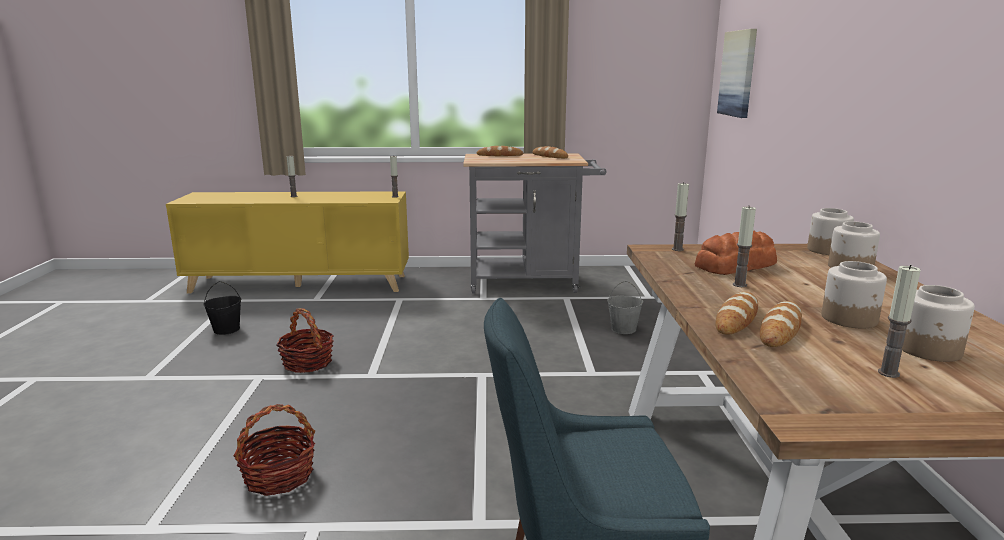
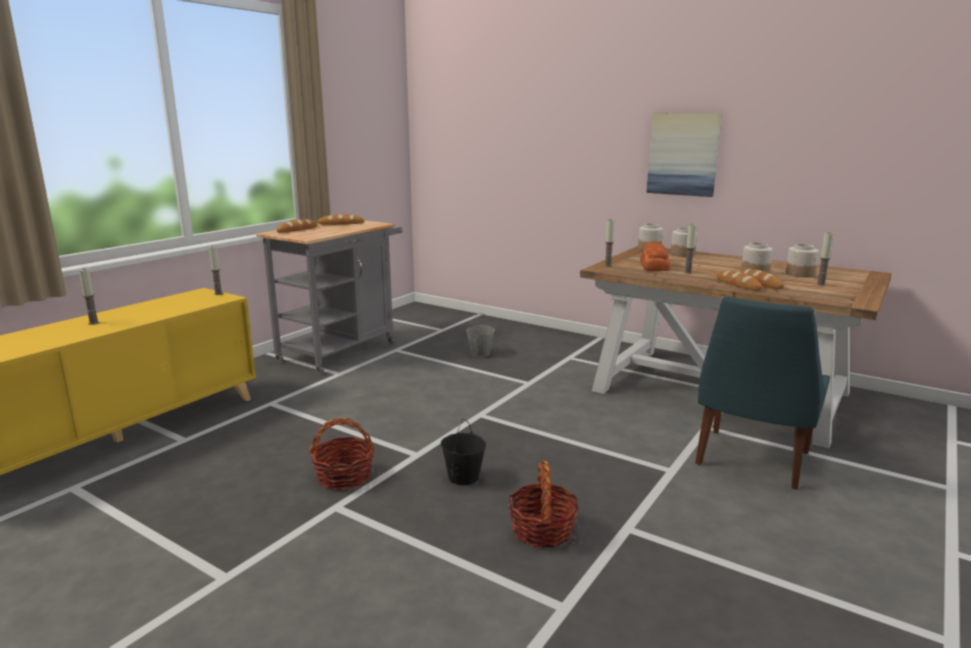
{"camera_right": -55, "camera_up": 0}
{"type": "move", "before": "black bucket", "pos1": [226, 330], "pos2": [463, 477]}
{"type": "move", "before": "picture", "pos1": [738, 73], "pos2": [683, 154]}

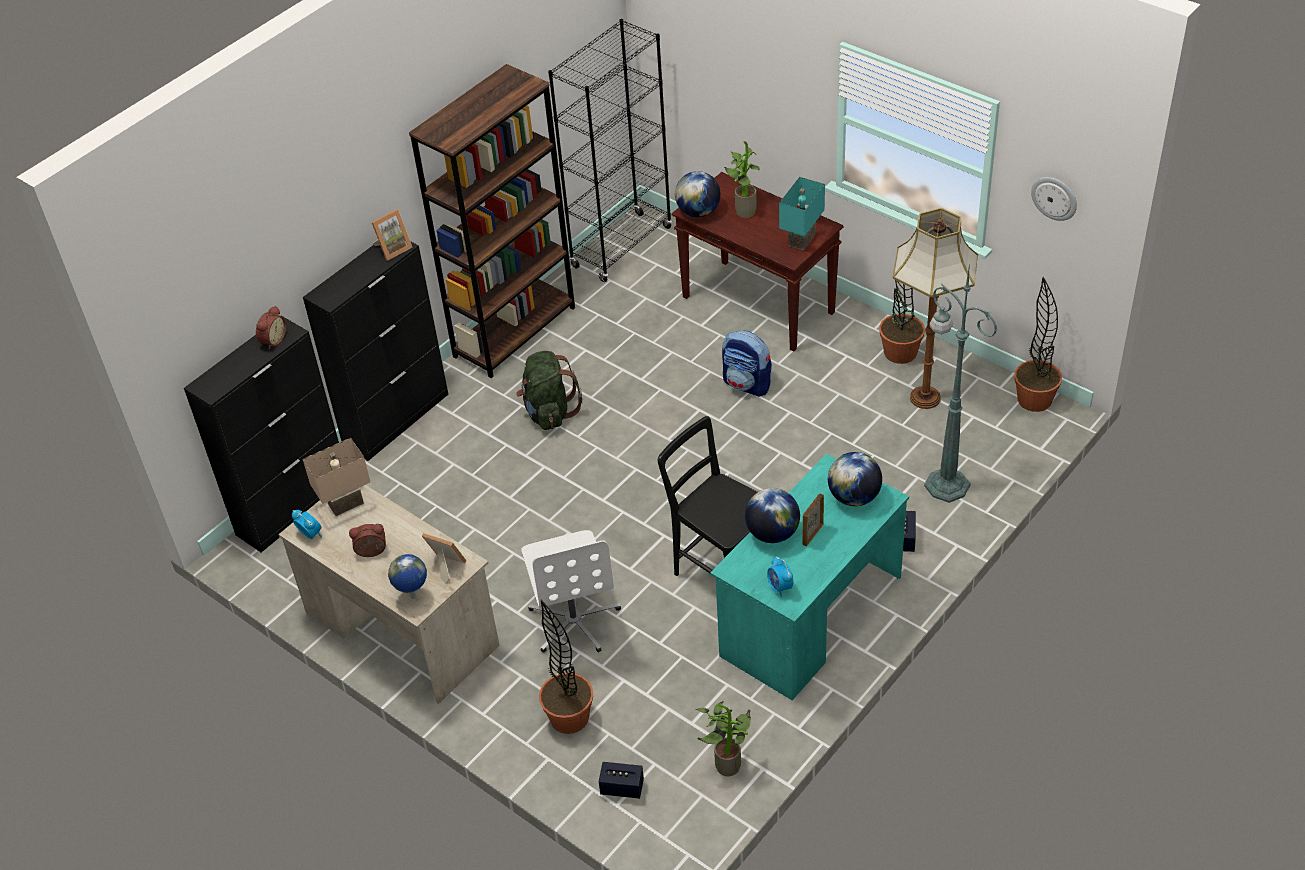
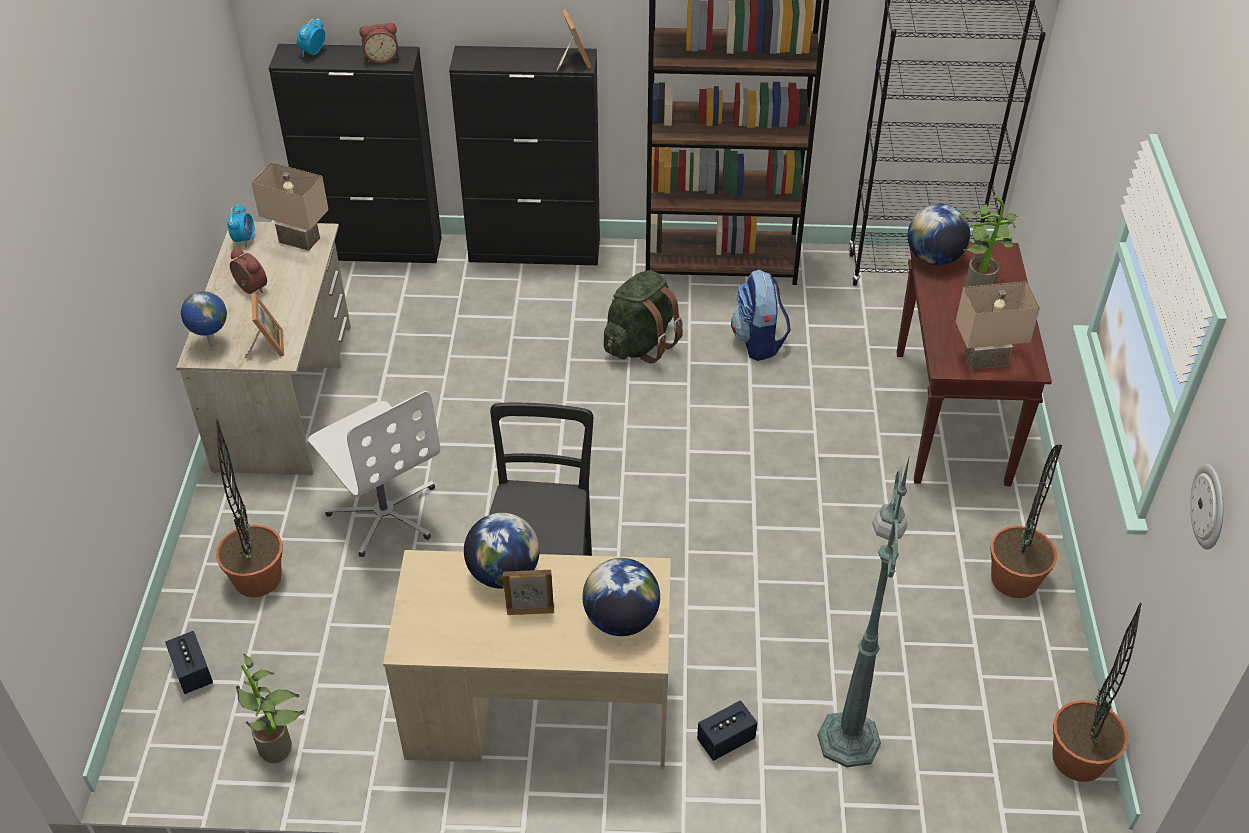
{"camera_right": 50, "camera_up": 0}
{"type": "delete", "before": "floor lamp", "pos1": [924, 397]}
{"type": "move", "before": "backpack", "pos1": [747, 384], "pos2": [758, 342]}
{"type": "move", "before": "alarm clock", "pos1": [780, 587], "pos2": [313, 53]}
{"type": "recolor", "before": "turquoise desk", "after": "beige desk", "pos1": [811, 616], "pos2": [538, 712]}
{"type": "recolor", "before": "turquoise table lamp", "after": "beige table lamp", "pos1": [800, 239], "pos2": [985, 358]}
{"type": "rotate", "before": "picture frame", "pos1": [393, 249], "pos2": [572, 61], "turn": -120}
{"type": "rotate", "before": "white office chair", "pos1": [574, 620], "pos2": [385, 513], "turn": -75}

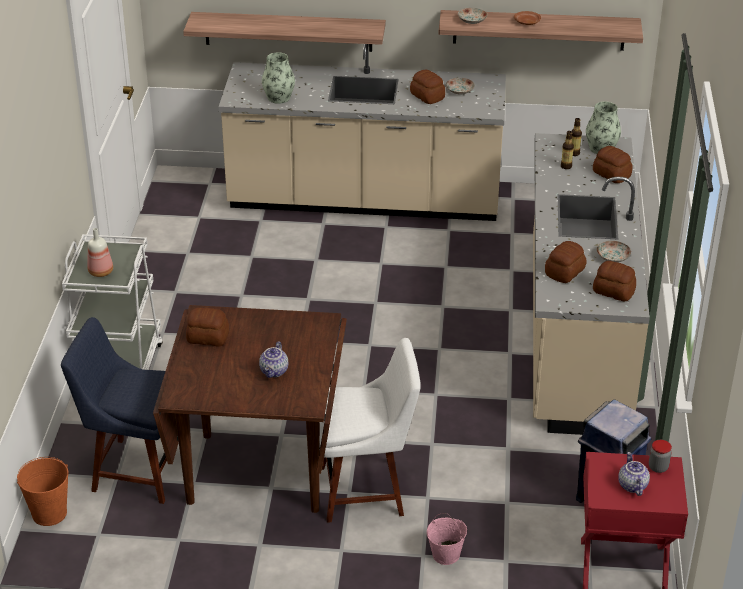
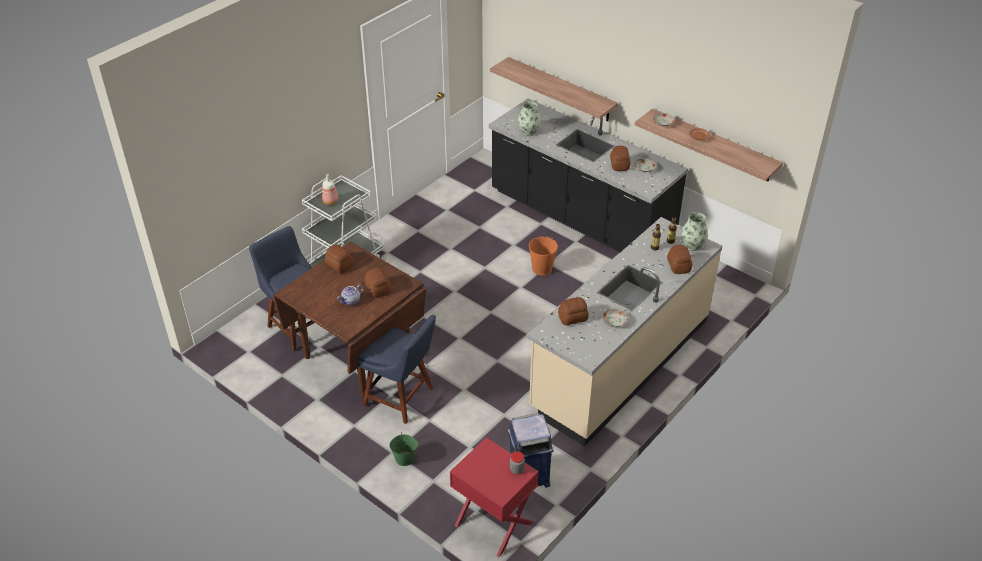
{"camera_right": 35, "camera_up": 5}
{"type": "delete", "before": "teapot", "pos1": [631, 485]}
{"type": "move", "before": "orange bucket", "pos1": [49, 513], "pos2": [542, 269]}
{"type": "move", "before": "bread", "pos1": [613, 291], "pos2": [378, 288]}
{"type": "recolor", "before": "beige counter", "after": "black counter", "pos1": [364, 200], "pos2": [580, 218]}
{"type": "recolor", "before": "white chair", "after": "blue chair", "pos1": [366, 490], "pos2": [401, 398]}
{"type": "recolor", "before": "pink bucket", "after": "green bucket", "pos1": [446, 554], "pos2": [405, 459]}

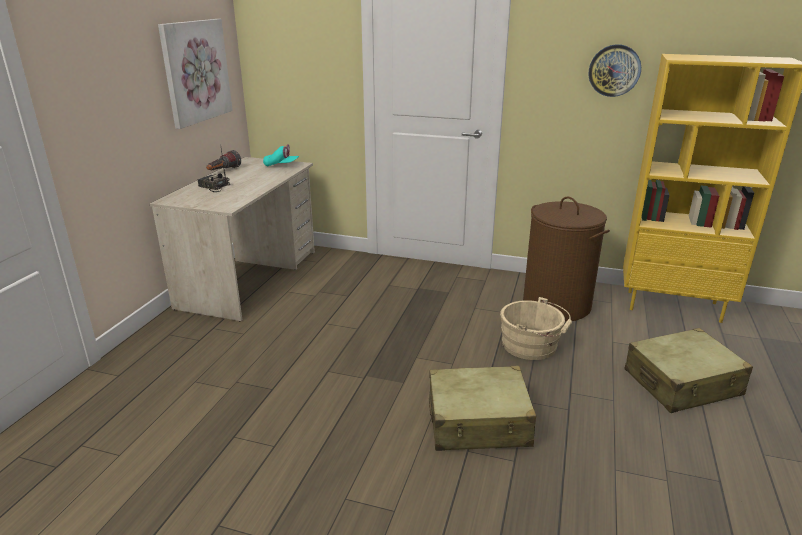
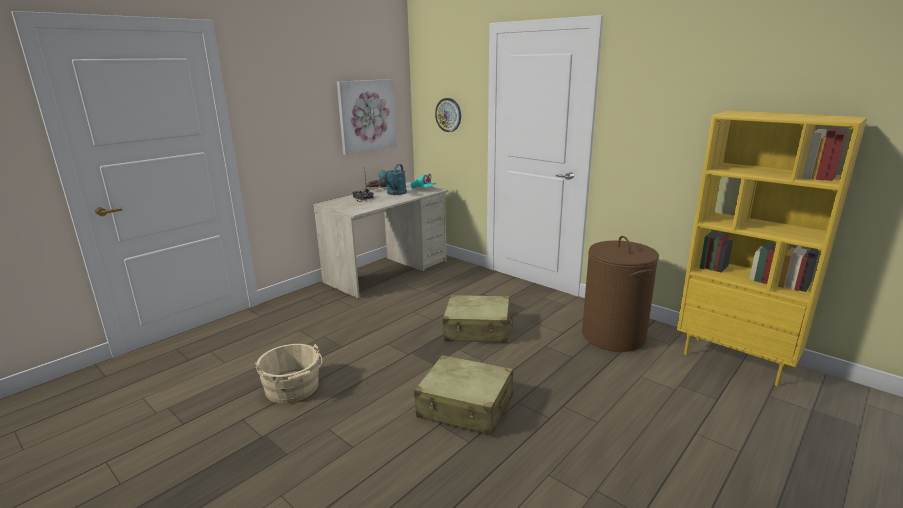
{"camera_right": 25, "camera_up": -5}
{"type": "insert", "after": "turquoise watering can", "pos2": [395, 193]}
{"type": "move", "before": "beige bucket", "pos1": [532, 346], "pos2": [293, 389]}
{"type": "move", "before": "wall clock", "pos1": [614, 70], "pos2": [448, 115]}
{"type": "move", "before": "beige suitcase", "pos1": [682, 383], "pos2": [478, 329]}

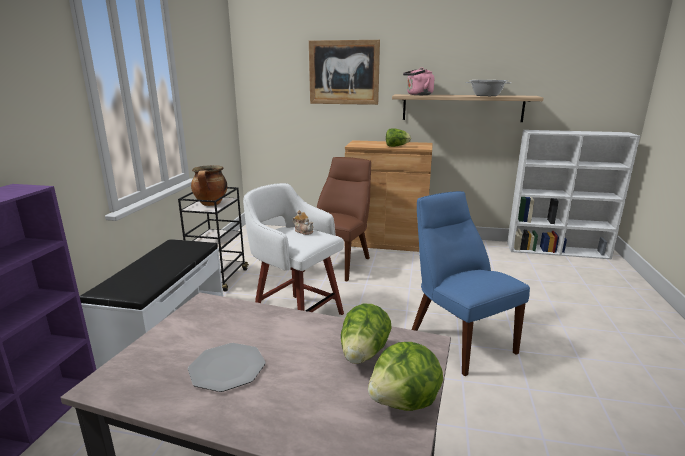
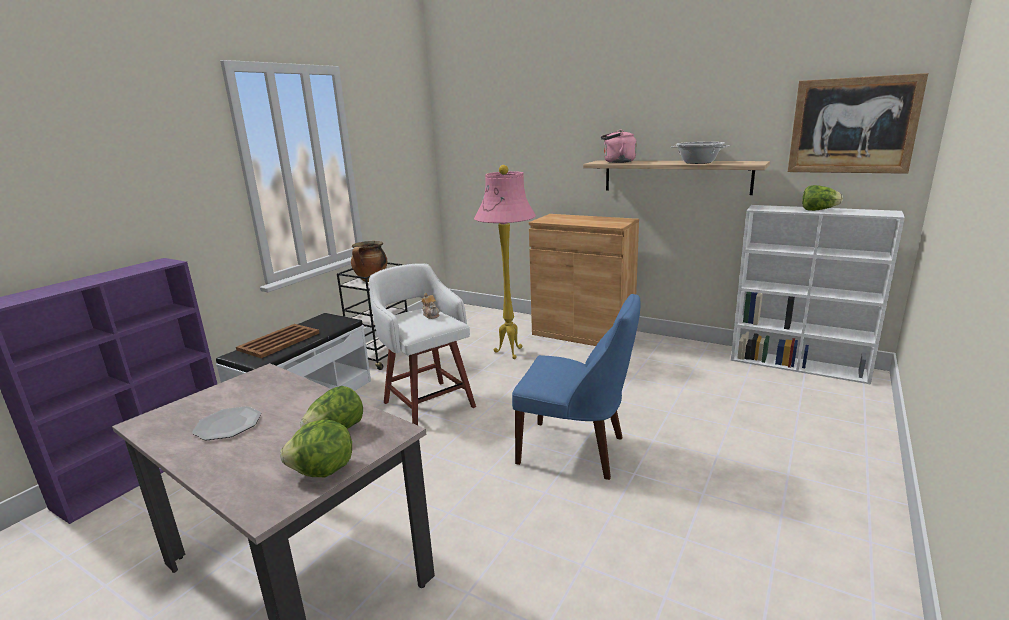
{"camera_right": 20, "camera_up": 0}
{"type": "insert", "after": "brown tray", "pos2": [280, 341]}
{"type": "move", "before": "picture", "pos1": [344, 72], "pos2": [852, 126]}
{"type": "move", "before": "lettuce", "pos1": [396, 146], "pos2": [818, 210]}
{"type": "replace", "before": "brown chair", "after": "pink floor lamp", "pos1": [339, 263], "pos2": [511, 353]}
{"type": "rotate", "before": "blue chair", "pos1": [458, 339], "pos2": [576, 451], "turn": 120}

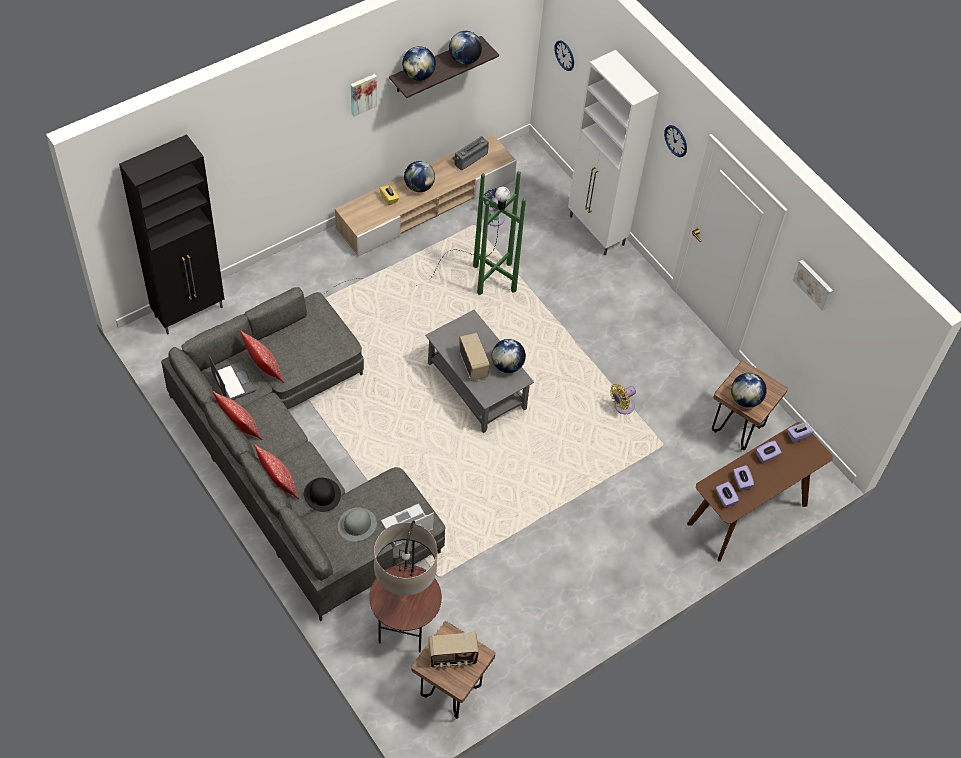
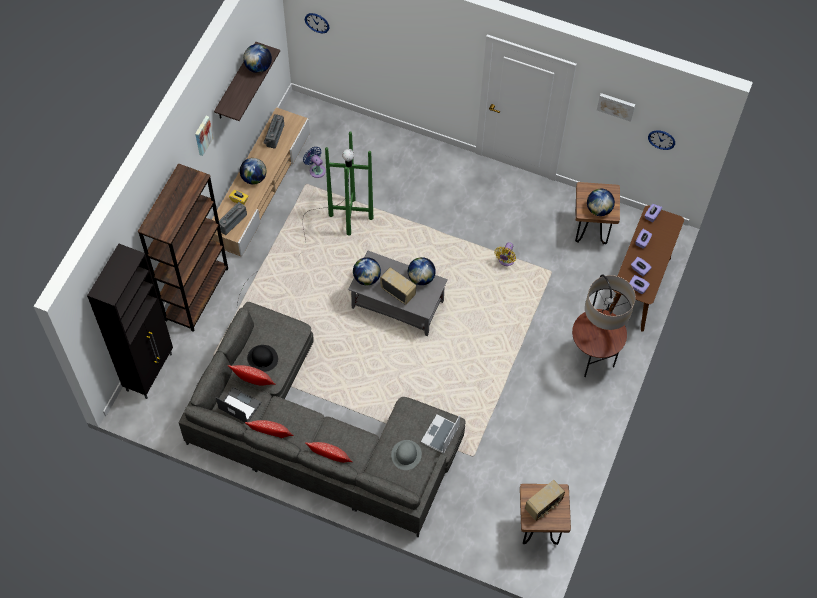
{"camera_right": -30, "camera_up": 5}
{"type": "delete", "before": "white cabinet", "pos1": [597, 231]}
{"type": "insert", "after": "brown bookcase", "pos2": [196, 294]}
{"type": "insert", "after": "radio", "pos2": [231, 221]}
{"type": "move", "before": "black hat", "pos1": [322, 494], "pos2": [262, 358]}
{"type": "move", "before": "floor lamp", "pos1": [404, 628], "pos2": [592, 358]}
{"type": "move", "before": "globe", "pos1": [418, 75], "pos2": [367, 278]}
{"type": "move", "before": "wall clock", "pos1": [676, 140], "pos2": [661, 139]}

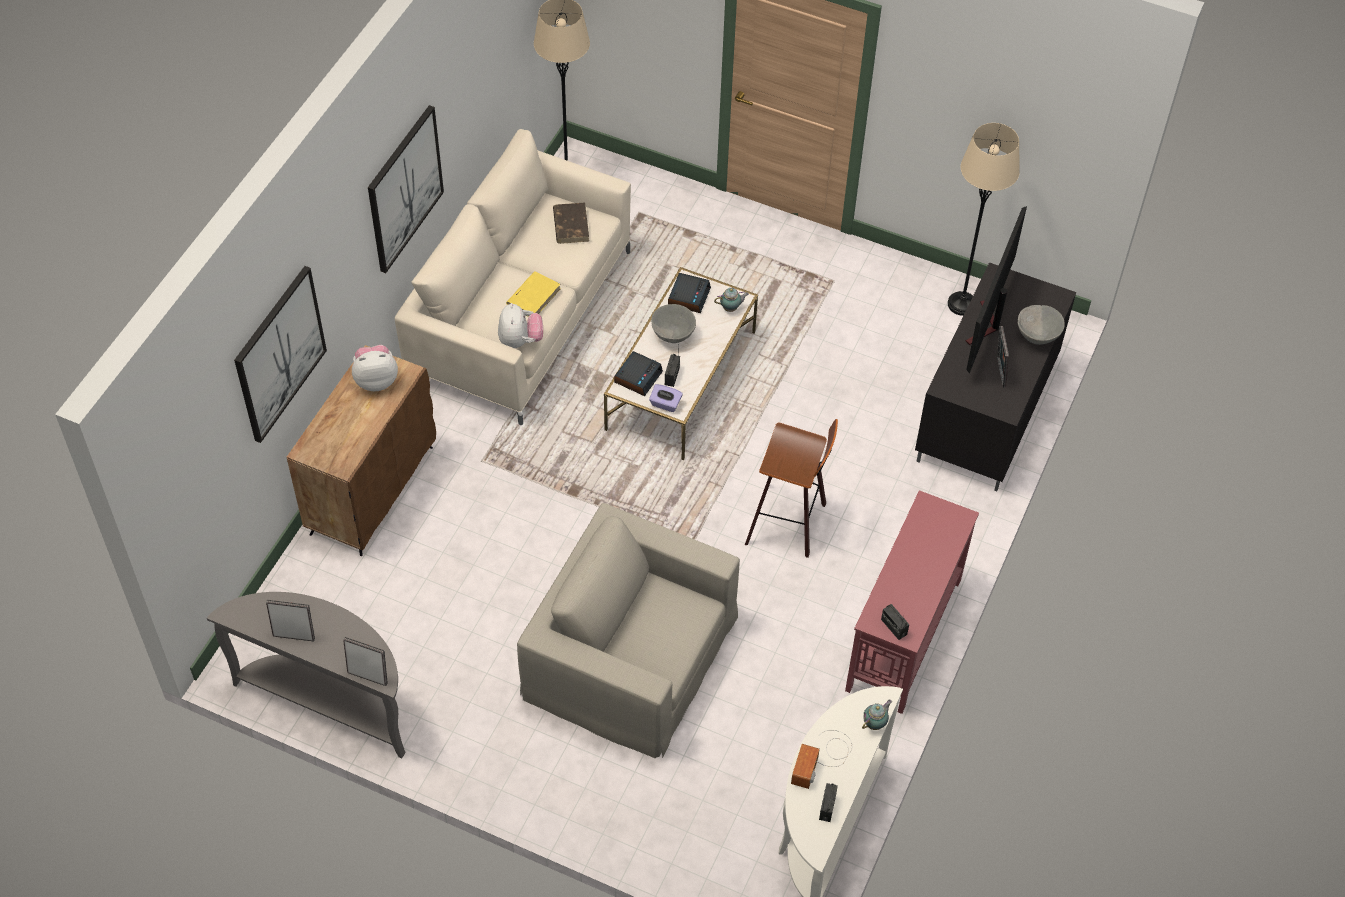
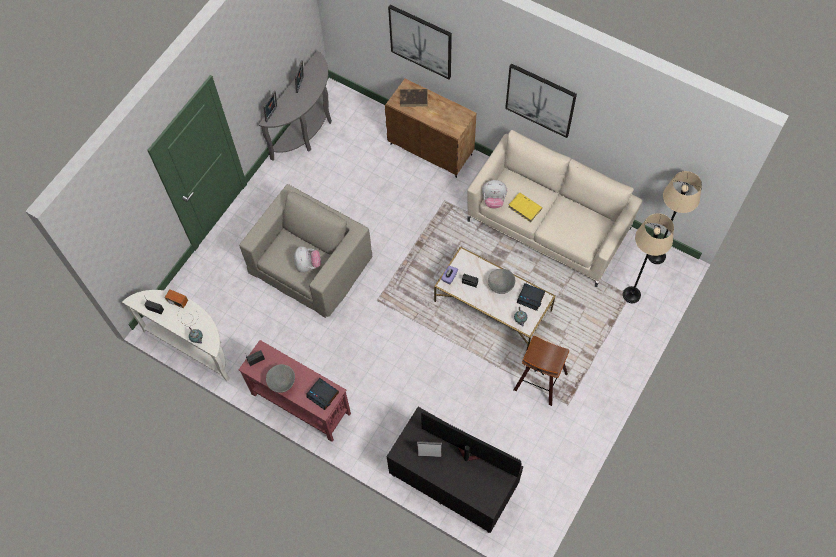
{"camera_right": 100, "camera_up": 10}
{"type": "move", "before": "plush toy", "pos1": [376, 380], "pos2": [308, 265]}
{"type": "move", "before": "brown book", "pos1": [571, 225], "pos2": [414, 98]}
{"type": "move", "before": "alarm clock", "pos1": [638, 376], "pos2": [323, 395]}
{"type": "move", "before": "stool", "pos1": [789, 522], "pos2": [538, 383]}
{"type": "move", "before": "beige floor lamp", "pos1": [962, 304], "pos2": [631, 295]}
{"type": "move", "before": "grey bowl", "pos1": [1037, 336], "pos2": [282, 383]}

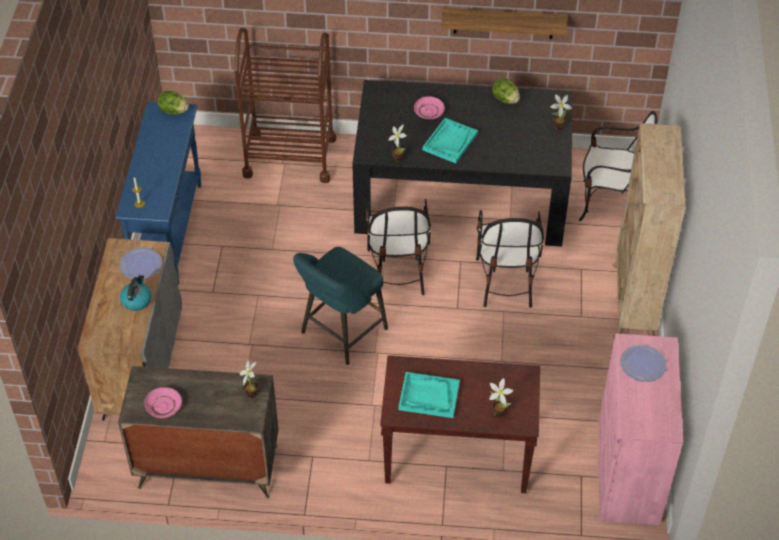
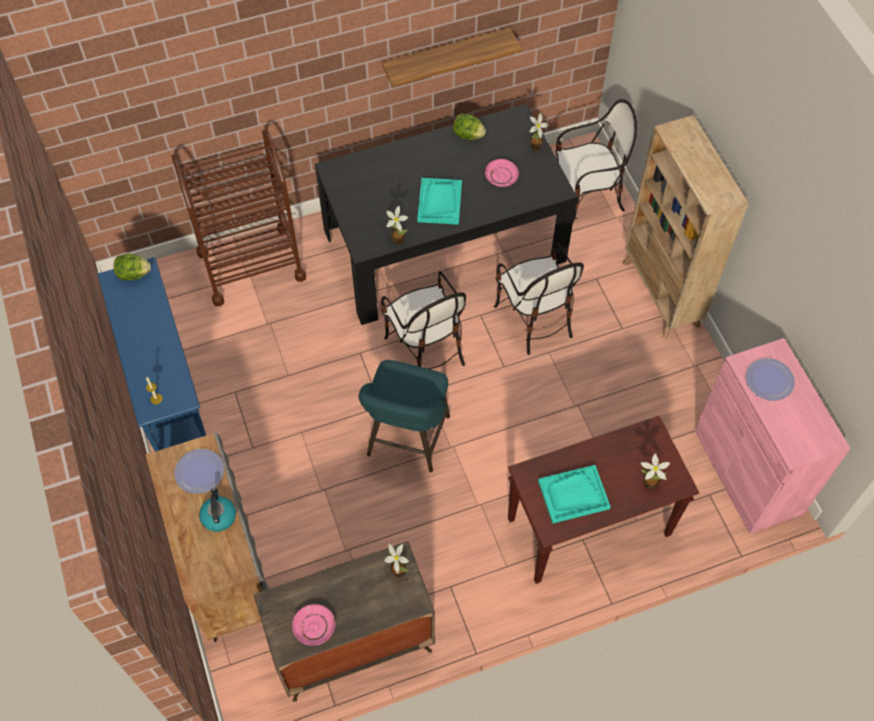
{"camera_right": -25, "camera_up": 10}
{"type": "move", "before": "pink plate", "pos1": [429, 111], "pos2": [501, 176]}

